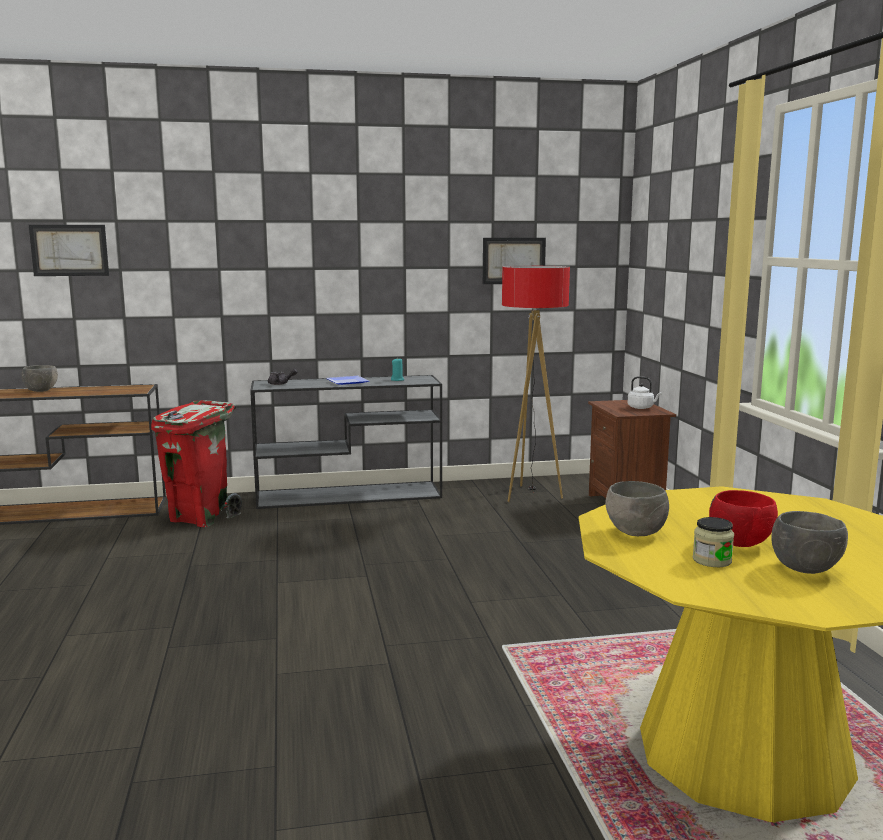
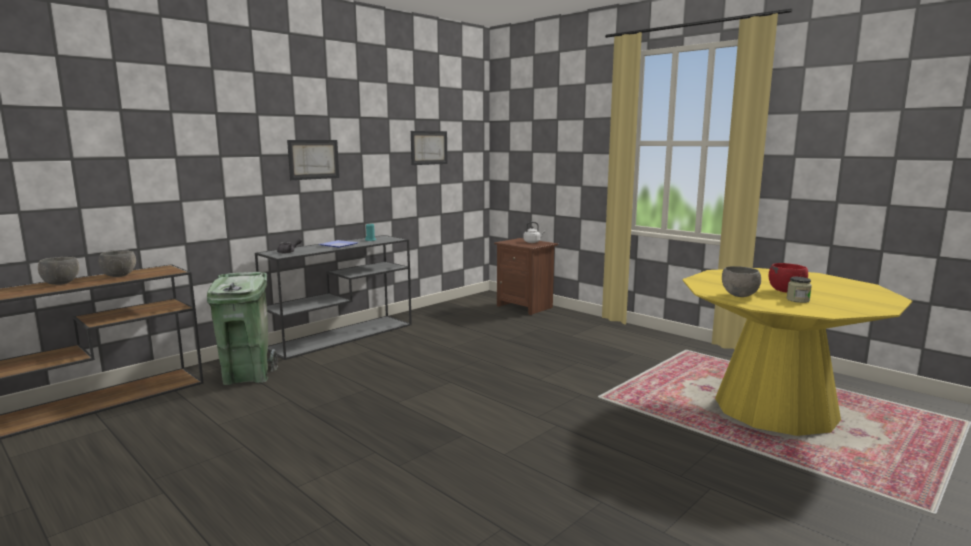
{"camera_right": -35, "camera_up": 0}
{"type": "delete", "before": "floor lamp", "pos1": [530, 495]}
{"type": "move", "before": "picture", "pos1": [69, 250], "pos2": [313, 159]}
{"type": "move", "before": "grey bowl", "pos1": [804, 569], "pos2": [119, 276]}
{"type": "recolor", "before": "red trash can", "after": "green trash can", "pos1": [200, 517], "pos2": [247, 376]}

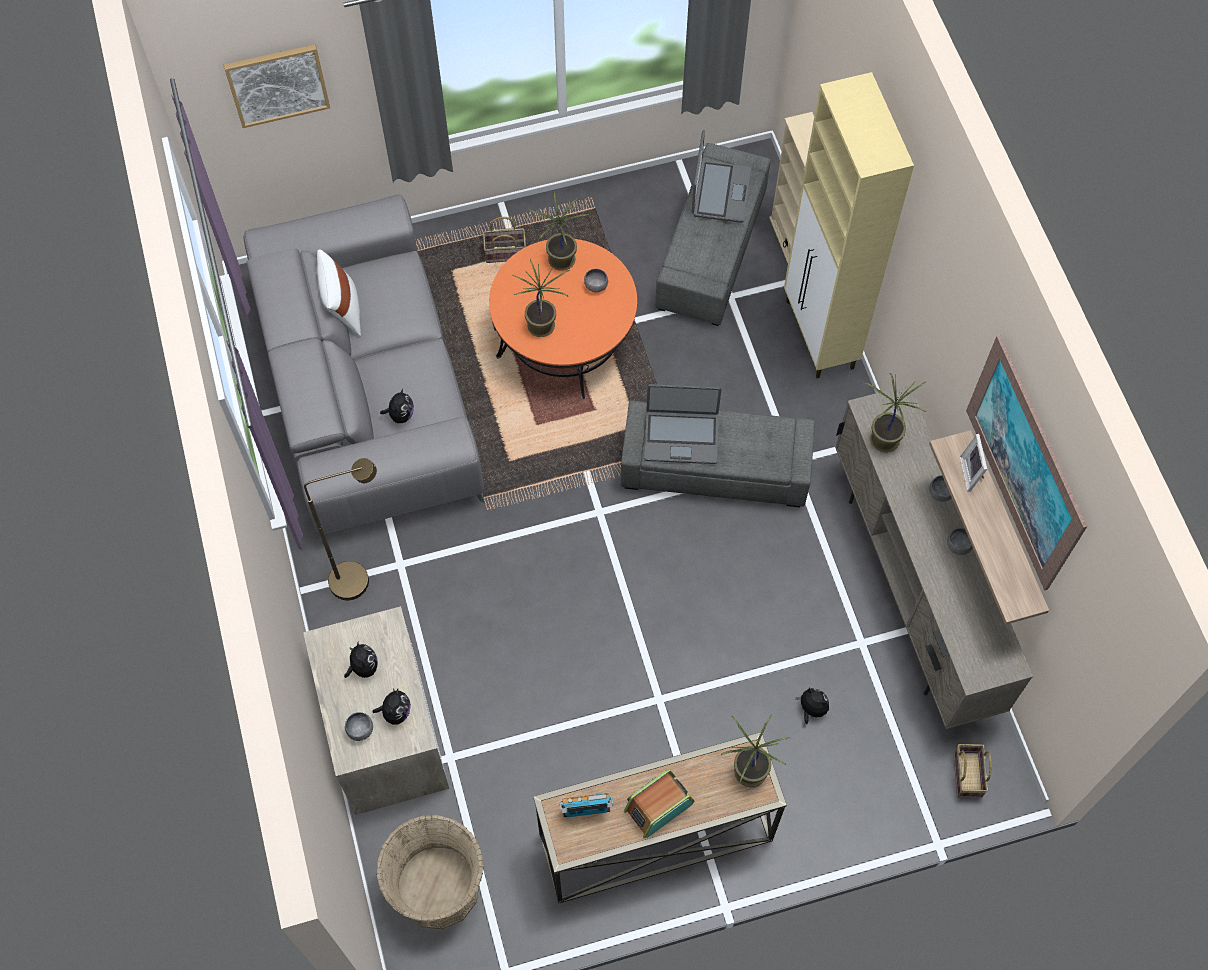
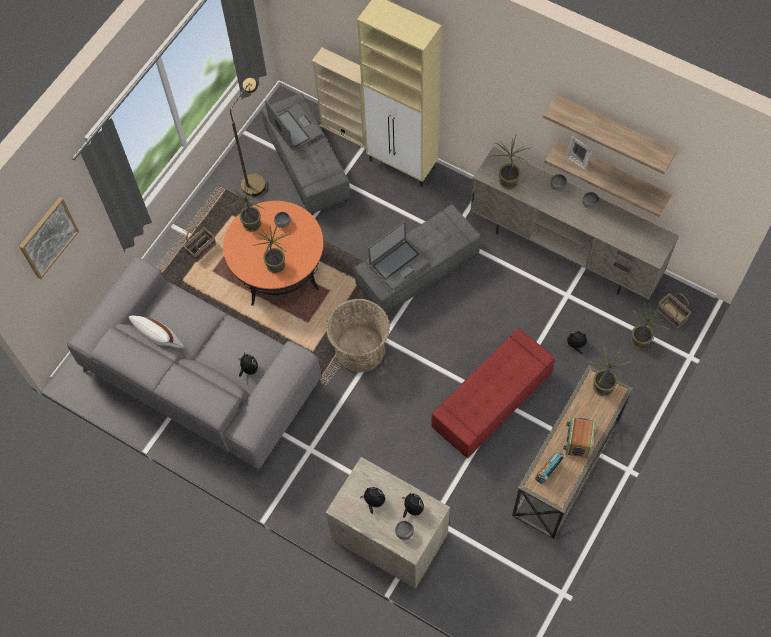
{"camera_right": -40, "camera_up": 0}
{"type": "insert", "after": "red ottoman", "pos2": [492, 401]}
{"type": "insert", "after": "potted plant", "pos2": [640, 342]}
{"type": "move", "before": "brown floor lamp", "pos1": [360, 577], "pos2": [256, 180]}
{"type": "move", "before": "basket", "pos1": [437, 887], "pos2": [360, 349]}
{"type": "replace", "before": "picture", "after": "shelf", "pos1": [1024, 464], "pos2": [614, 130]}

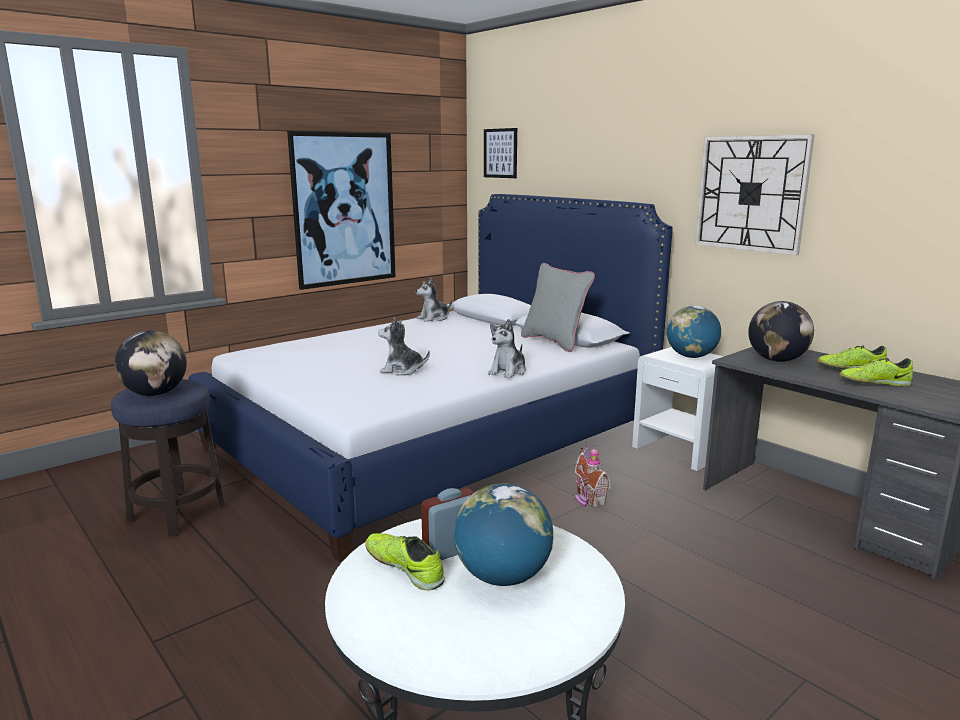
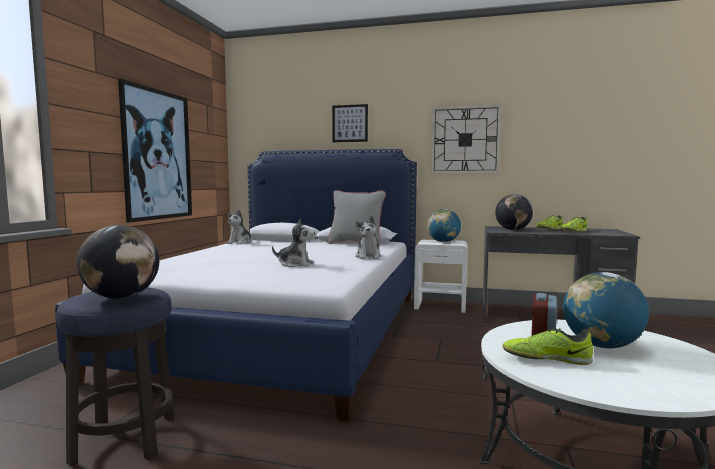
{"camera_right": -35, "camera_up": -10}
{"type": "delete", "before": "toy house", "pos1": [588, 499]}
{"type": "move", "before": "picture", "pos1": [500, 153], "pos2": [350, 123]}
{"type": "rotate", "before": "plush toy", "pos1": [402, 370], "pos2": [295, 264], "turn": -150}

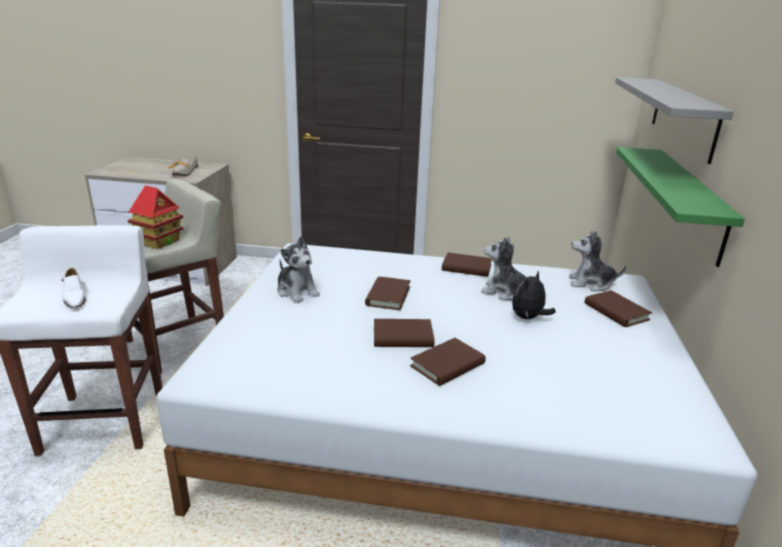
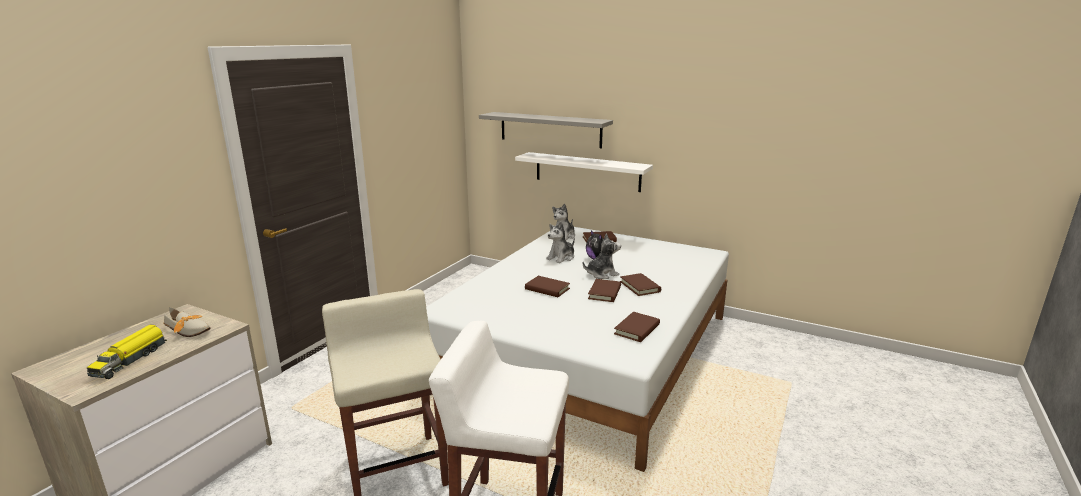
{"camera_right": -70, "camera_up": -5}
{"type": "delete", "before": "white shoe", "pos1": [74, 298]}
{"type": "delete", "before": "toy house", "pos1": [159, 242]}
{"type": "insert", "after": "toy truck", "pos2": [131, 360]}
{"type": "move", "before": "plush toy", "pos1": [297, 291], "pos2": [601, 274]}
{"type": "move", "before": "brown book", "pos1": [466, 268], "pos2": [637, 329]}
{"type": "recolor", "before": "green shelf", "after": "white shelf", "pos1": [689, 202], "pos2": [587, 171]}

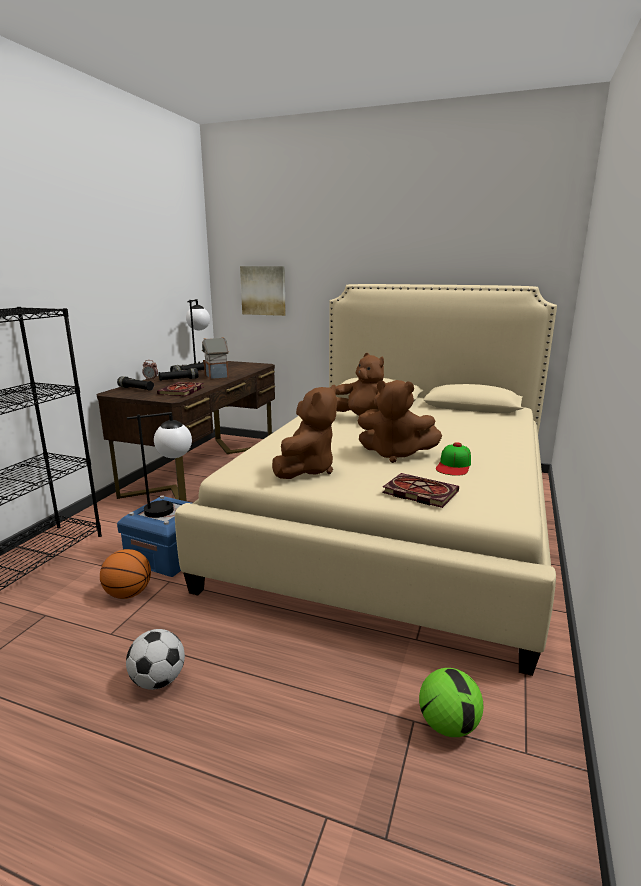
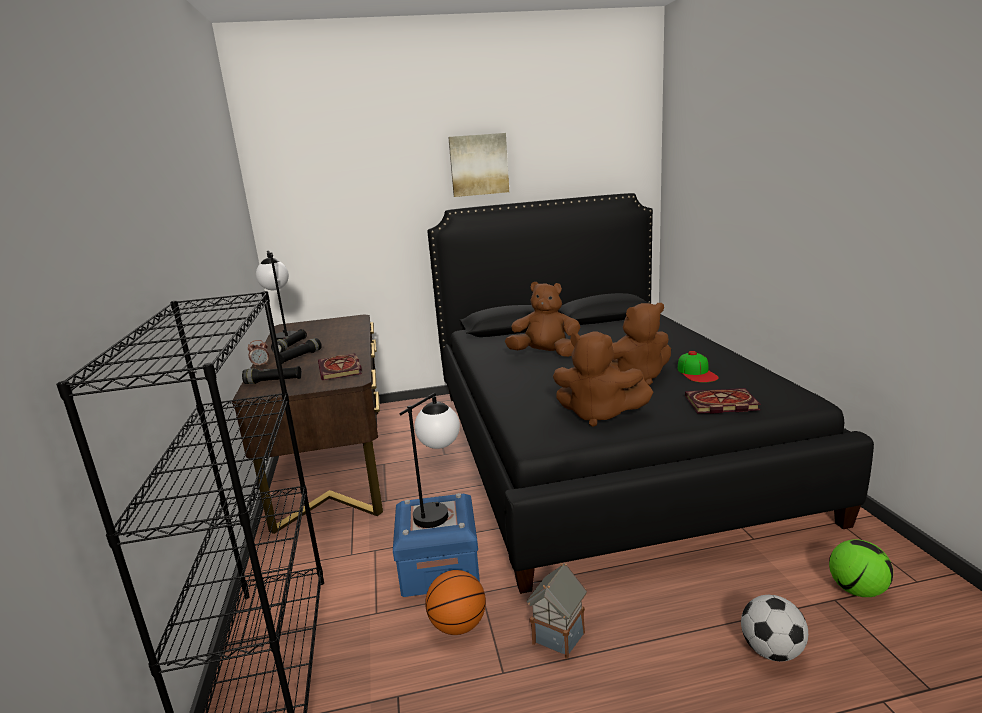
{"camera_right": -30, "camera_up": 0}
{"type": "move", "before": "football", "pos1": [158, 681], "pos2": [771, 651]}
{"type": "move", "before": "toy house", "pos1": [217, 376], "pos2": [558, 636]}
{"type": "move", "before": "picture", "pos1": [263, 290], "pos2": [479, 165]}
{"type": "recolor", "before": "beige bed", "after": "black bed", "pos1": [395, 520], "pos2": [600, 446]}
{"type": "rotate", "before": "brown plush toy", "pos1": [306, 470], "pos2": [598, 415], "turn": 120}

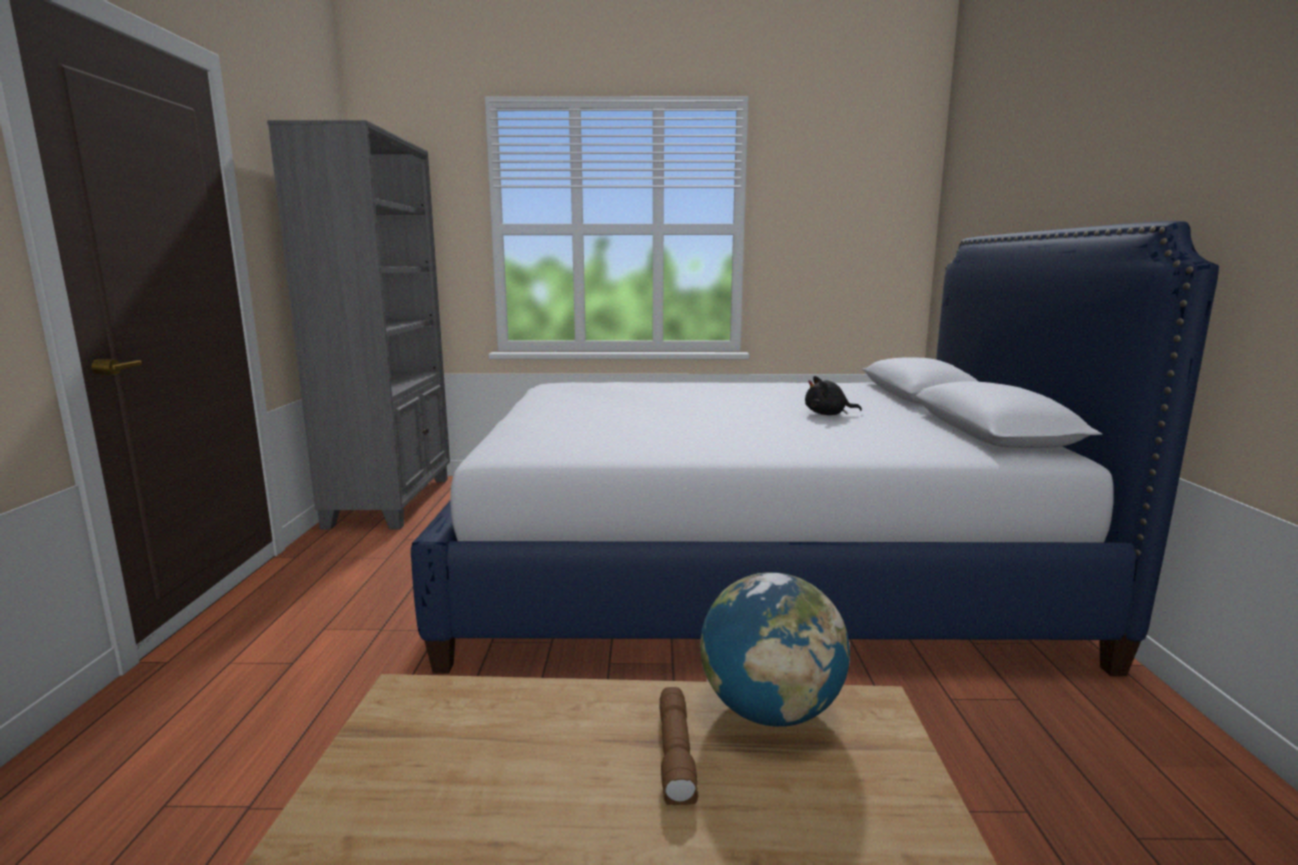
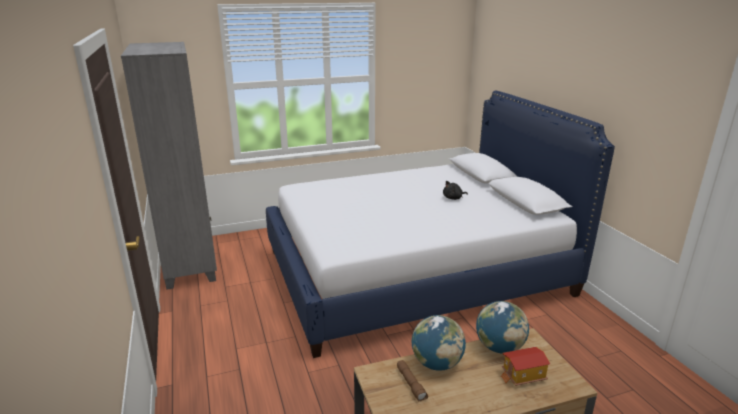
{"camera_right": -20, "camera_up": 10}
{"type": "insert", "after": "globe", "pos2": [436, 363]}
{"type": "insert", "after": "toy house", "pos2": [523, 376]}
{"type": "move", "before": "brown flashlight", "pos1": [677, 756], "pos2": [411, 384]}

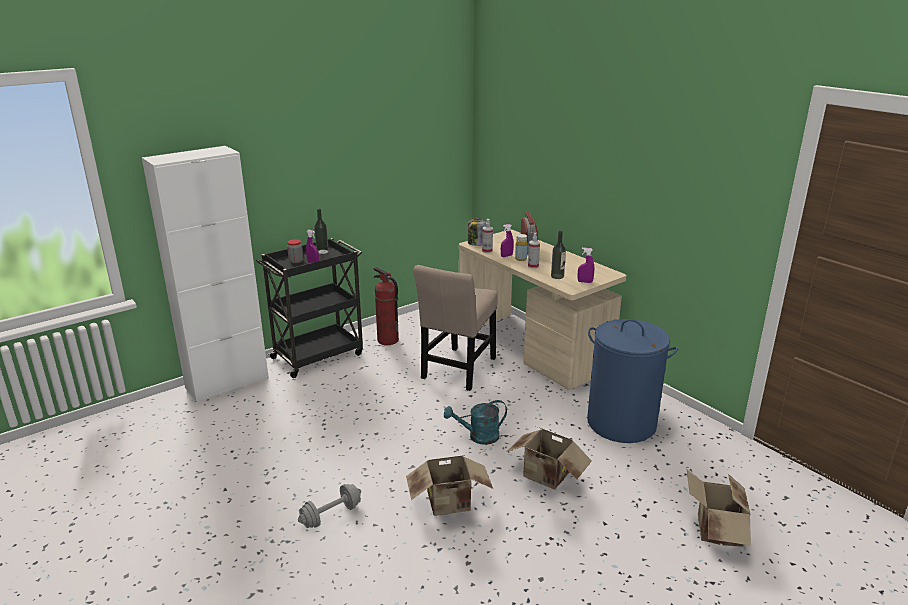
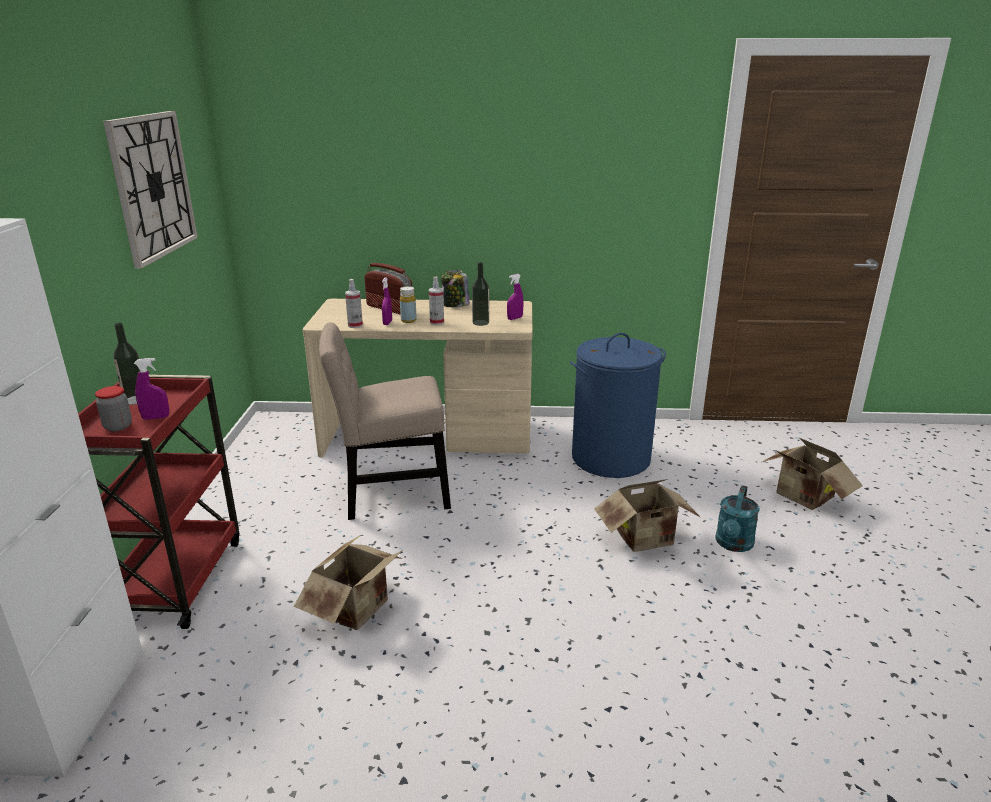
{"camera_right": -50, "camera_up": 0}
{"type": "delete", "before": "grey dumbbell", "pos1": [331, 515]}
{"type": "delete", "before": "fire extinguisher", "pos1": [388, 340]}
{"type": "insert", "after": "wall clock", "pos2": [153, 186]}
{"type": "move", "before": "cardboard box", "pos1": [450, 505], "pos2": [359, 609]}
{"type": "move", "before": "turquoise watering can", "pos1": [478, 437], "pos2": [733, 545]}
{"type": "move", "before": "jar", "pos1": [476, 243], "pos2": [455, 305]}
{"type": "recolor", "before": "black cart", "after": "red cart", "pos1": [319, 355], "pos2": [175, 578]}
{"type": "rotate", "before": "beige chair", "pos1": [458, 370], "pos2": [391, 495], "turn": 105}

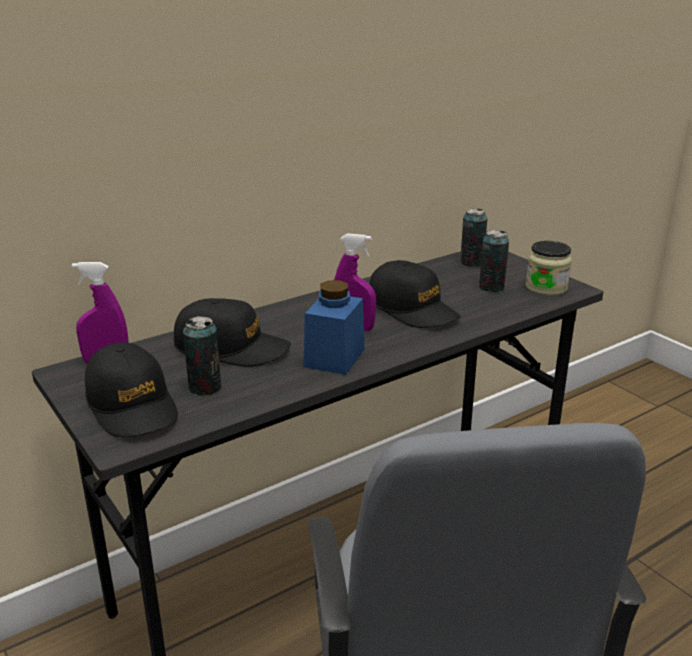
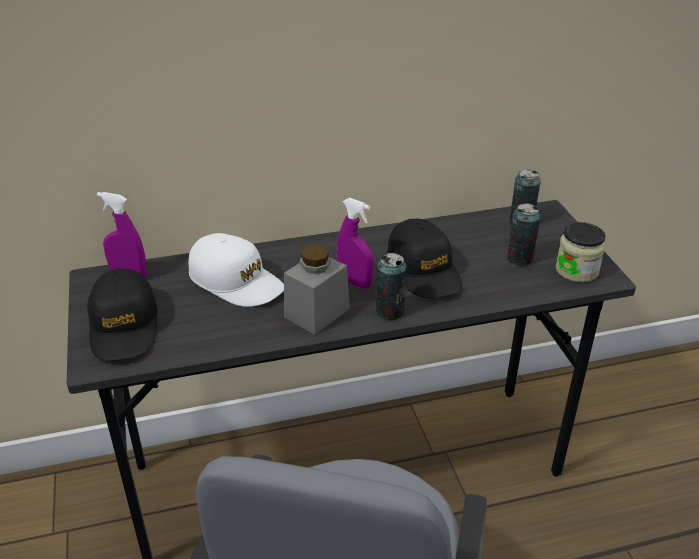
{"camera_right": 20, "camera_up": 10}
{"type": "move", "before": "can", "pos1": [205, 387], "pos2": [389, 311]}
{"type": "recolor", "before": "black cap", "after": "white cap", "pos1": [231, 348], "pos2": [236, 281]}
{"type": "recolor", "before": "blue jar", "after": "grey jar", "pos1": [334, 358], "pos2": [317, 313]}

